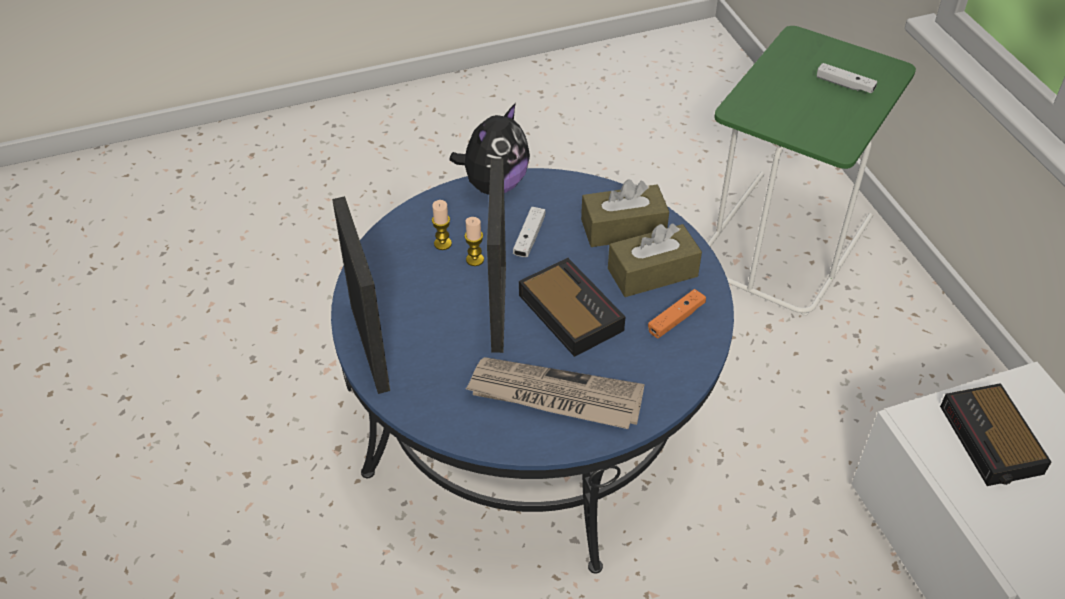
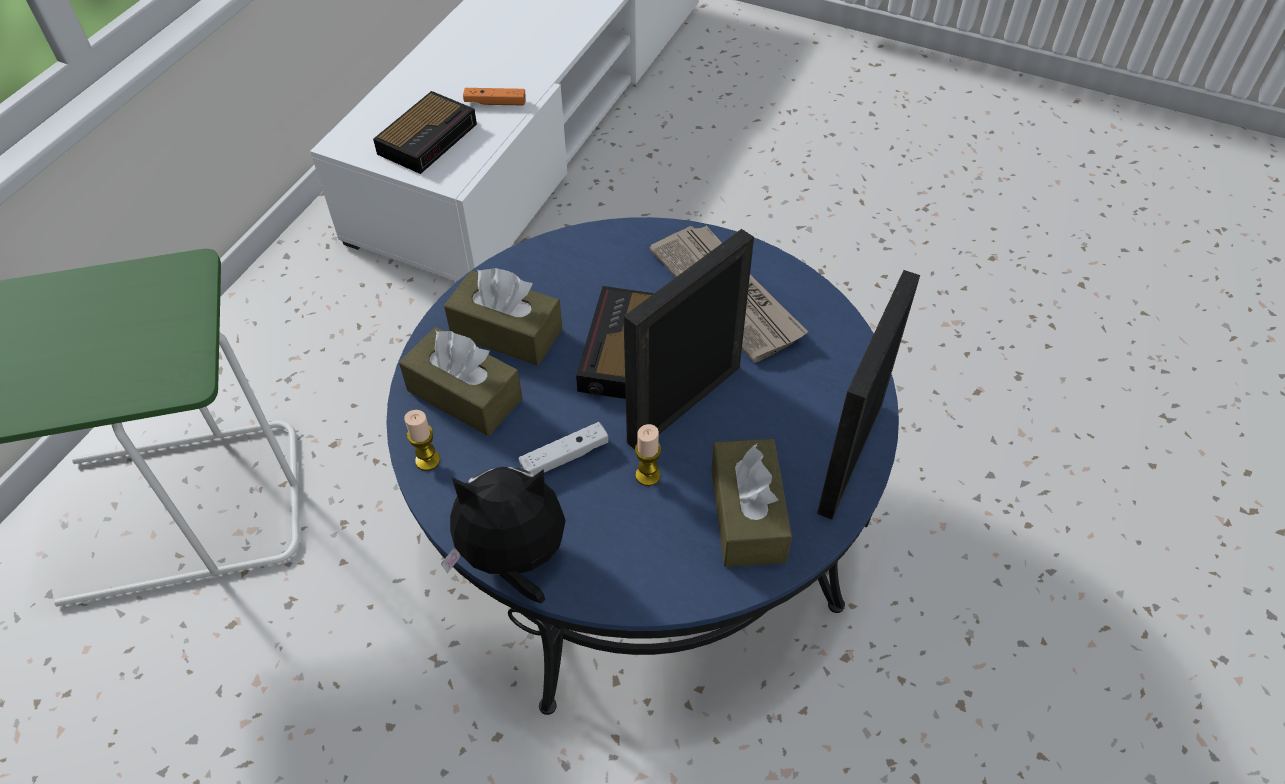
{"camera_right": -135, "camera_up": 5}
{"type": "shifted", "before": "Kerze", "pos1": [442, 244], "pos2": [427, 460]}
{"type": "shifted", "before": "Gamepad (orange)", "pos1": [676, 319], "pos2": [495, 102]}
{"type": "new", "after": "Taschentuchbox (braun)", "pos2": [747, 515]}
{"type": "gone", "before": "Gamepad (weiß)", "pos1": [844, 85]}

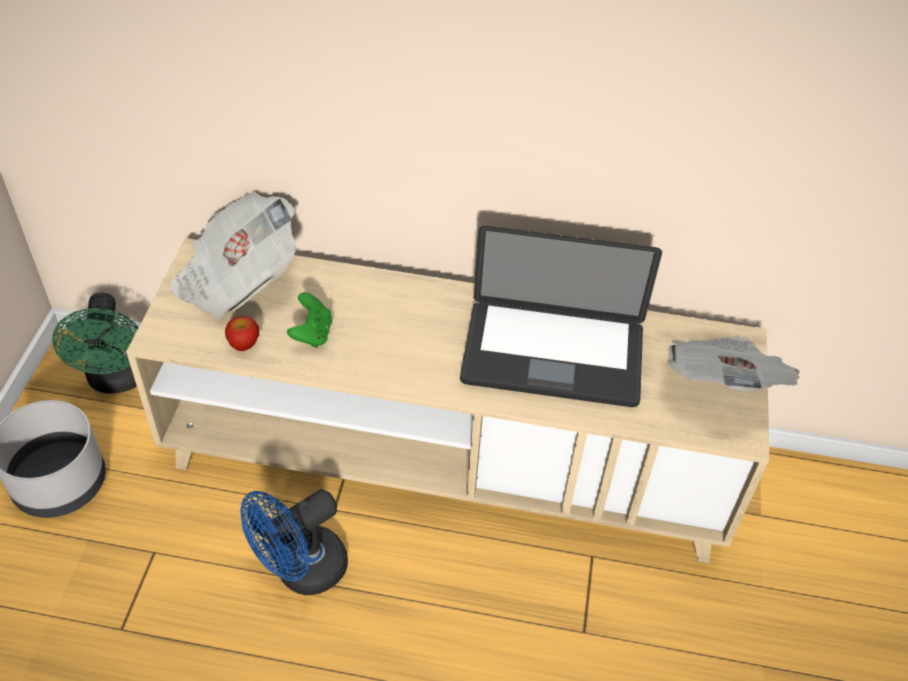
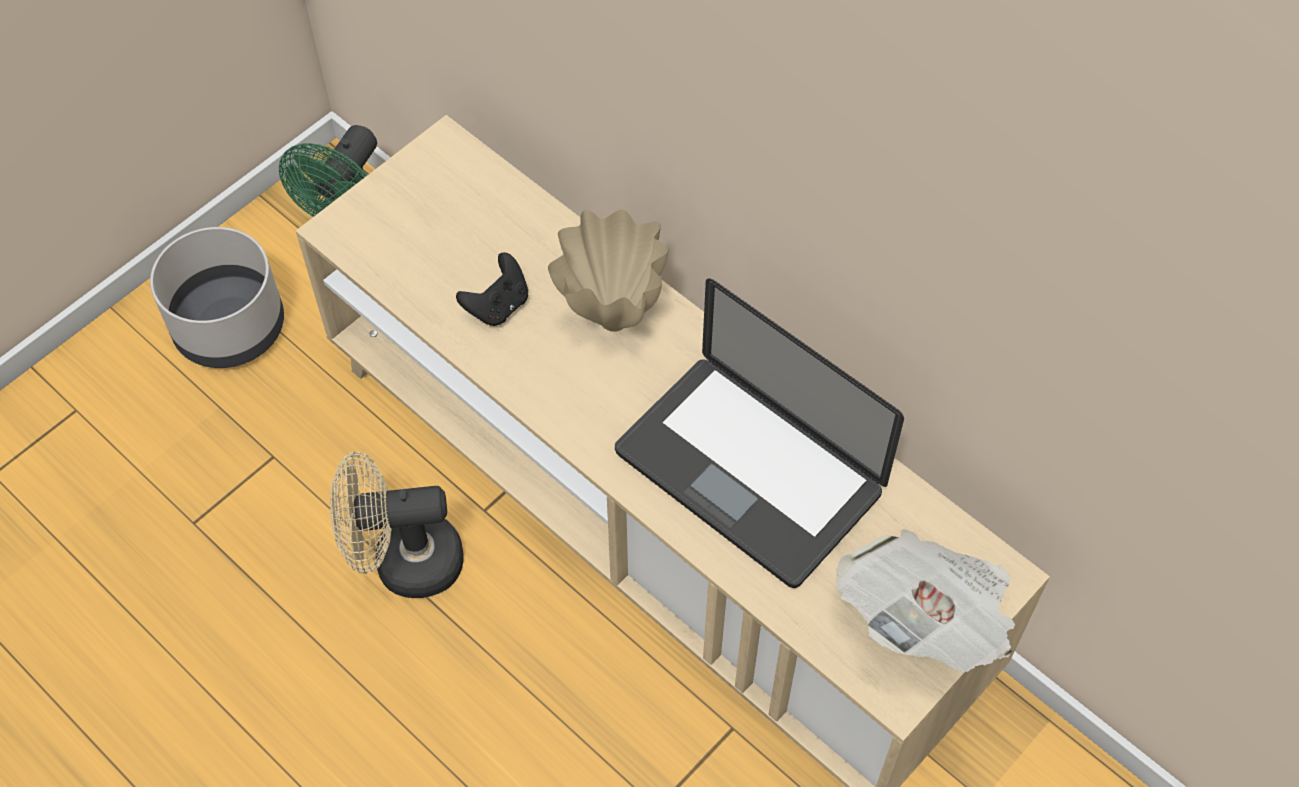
{"camera_right": 35, "camera_up": 10}
{"type": "repainted", "before": "Ventilator (blau)", "after": "Ventilator (beige)", "pos1": [301, 571], "pos2": [403, 562]}
{"type": "repainted", "before": "Gamepad (grün)", "after": "Gamepad (schwarz)", "pos1": [312, 334], "pos2": [498, 306]}
{"type": "new", "after": "Vase (beige)", "pos2": [612, 318]}
{"type": "gone", "before": "Zeitung", "pos1": [236, 280]}
{"type": "gone", "before": "Apfel", "pos1": [244, 344]}

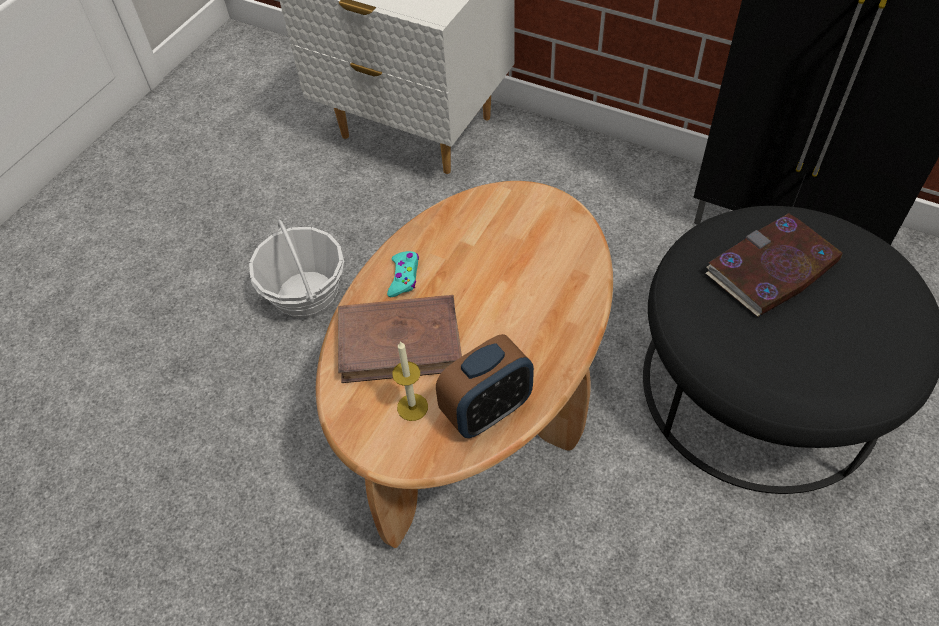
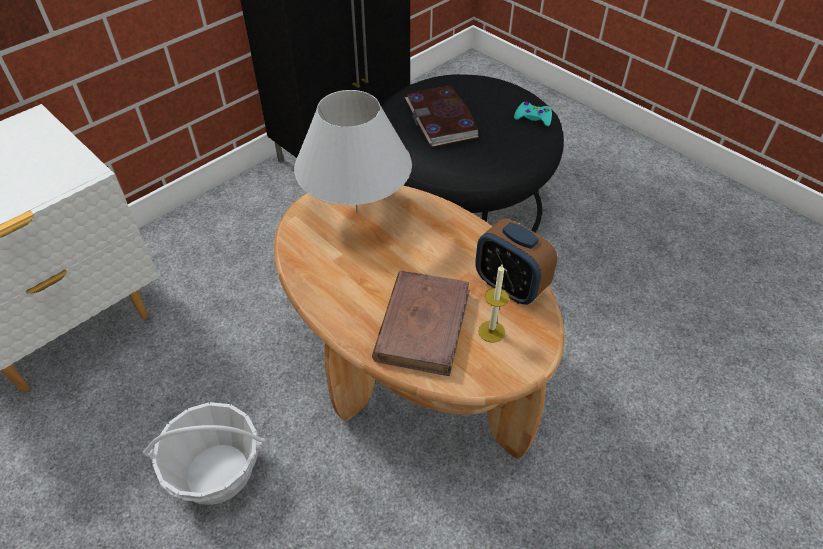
{"camera_right": -75, "camera_up": -5}
{"type": "new", "after": "Tischlampe (weiß)", "pos2": [357, 212]}
{"type": "rotated", "before": "Wecker", "pos1": [487, 410], "pos2": [510, 286], "turn": 150}
{"type": "shifted", "before": "Gamepad (türkis)", "pos1": [404, 277], "pos2": [533, 118]}

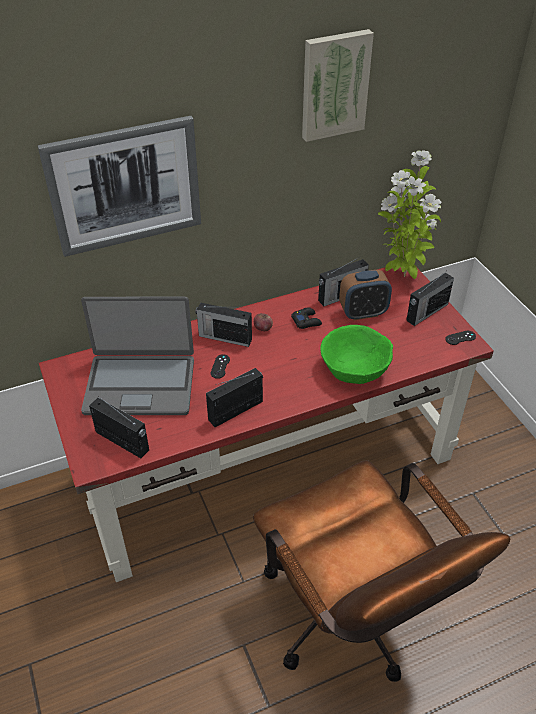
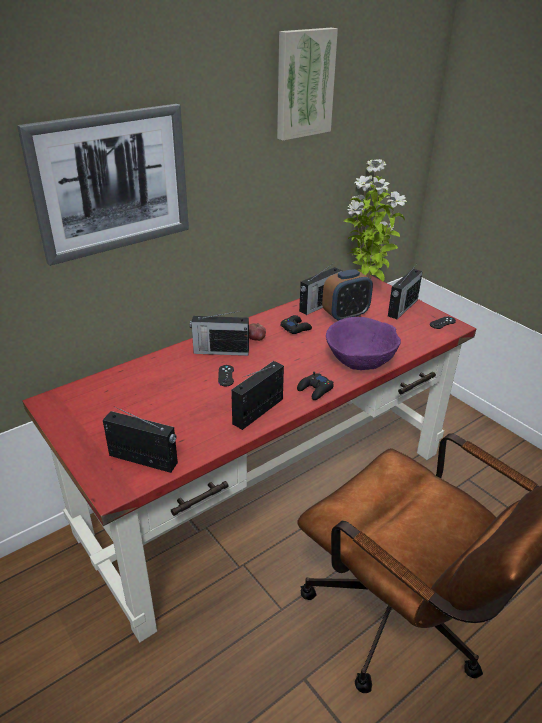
{"camera_right": -15, "camera_up": -10}
{"type": "new", "after": "Gamepad (schwarz)", "pos2": [315, 390]}
{"type": "repainted", "before": "Schüssel (grün)", "after": "Schüssel (lila)", "pos1": [354, 370], "pos2": [360, 360]}
{"type": "gone", "before": "Laptop", "pos1": [140, 385]}

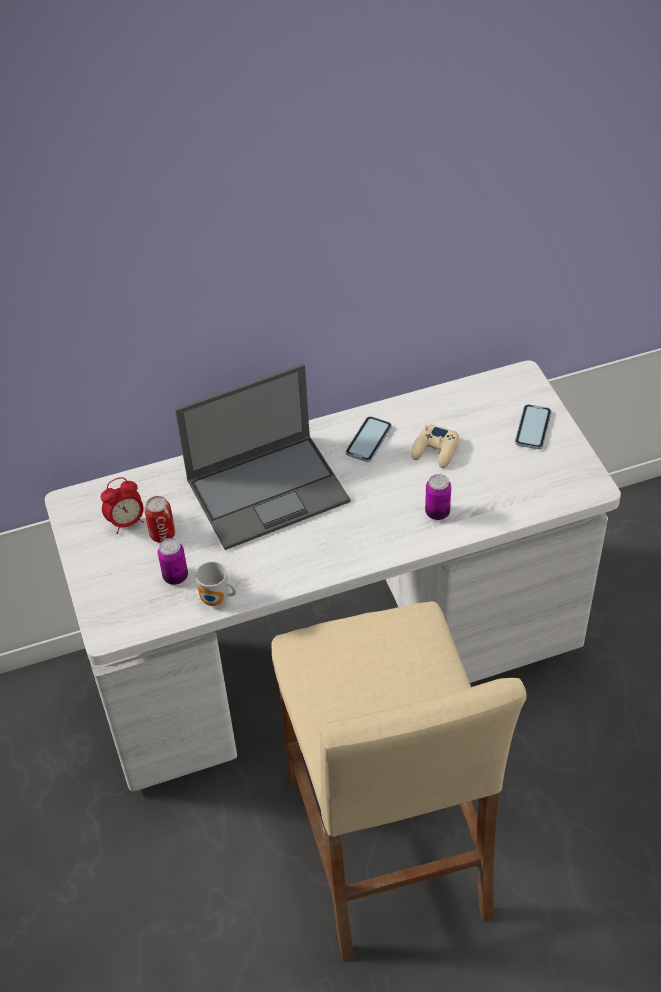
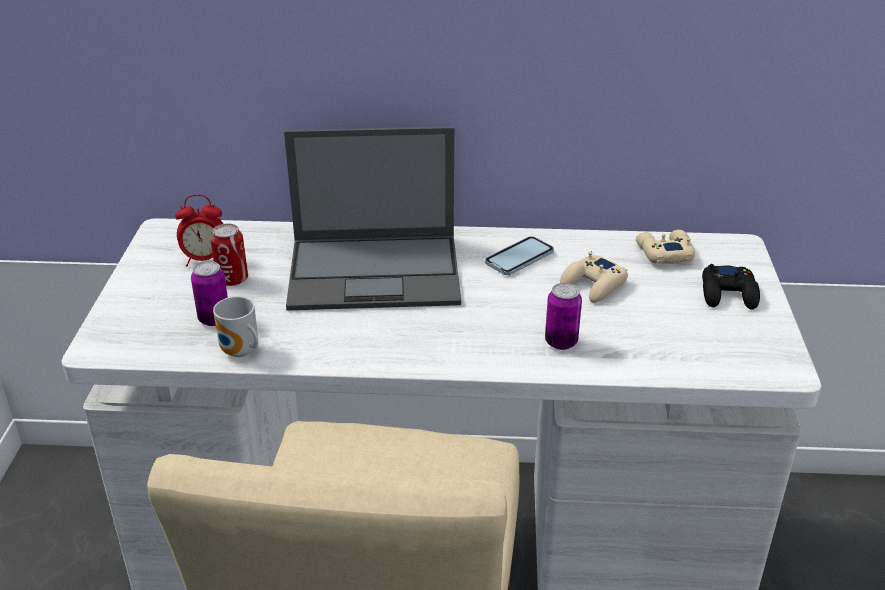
{"camera_right": 20, "camera_up": -15}
{"type": "new", "after": "Gamepad (beige)", "pos2": [664, 253]}
{"type": "swapped", "before": "Handy", "after": "Gamepad (schwarz)", "pos1": [533, 428], "pos2": [728, 294]}

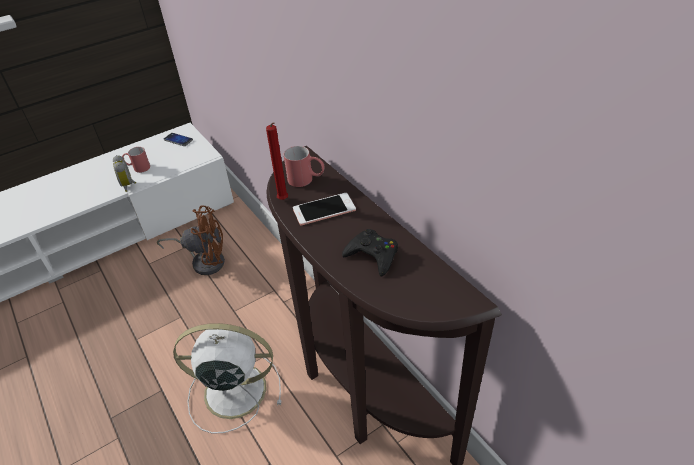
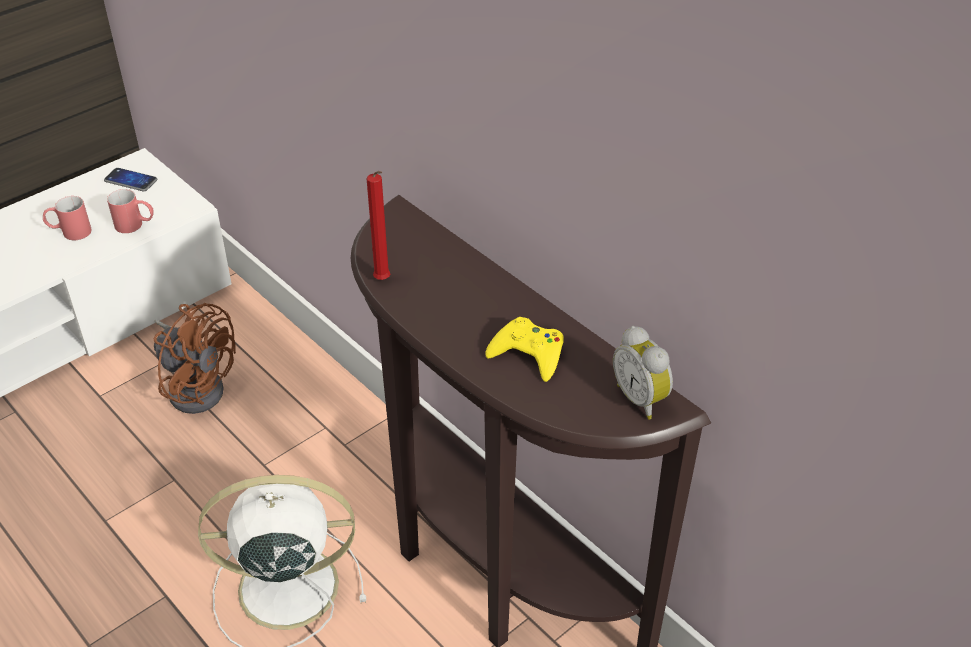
{"camera_right": -10, "camera_up": 0}
{"type": "shifted", "before": "Henkelbecher (rot)", "pos1": [306, 180], "pos2": [135, 225]}
{"type": "rotated", "before": "Ventilator (braun)", "pos1": [204, 261], "pos2": [197, 386], "turn": 45}
{"type": "repainted", "before": "Gamepad (schwarz)", "after": "Gamepad (gelb)", "pos1": [373, 255], "pos2": [528, 354]}
{"type": "shifted", "before": "Wecker", "pos1": [129, 185], "pos2": [642, 398]}
{"type": "gone", "before": "Handy", "pos1": [324, 209]}

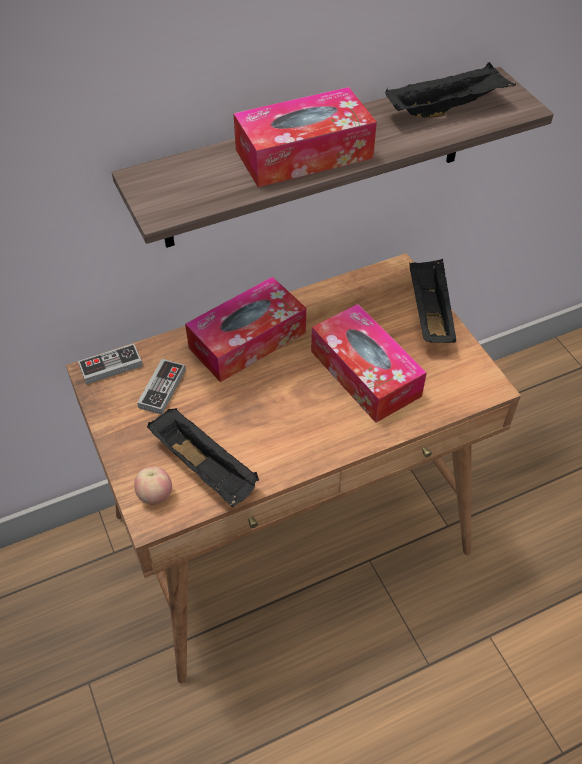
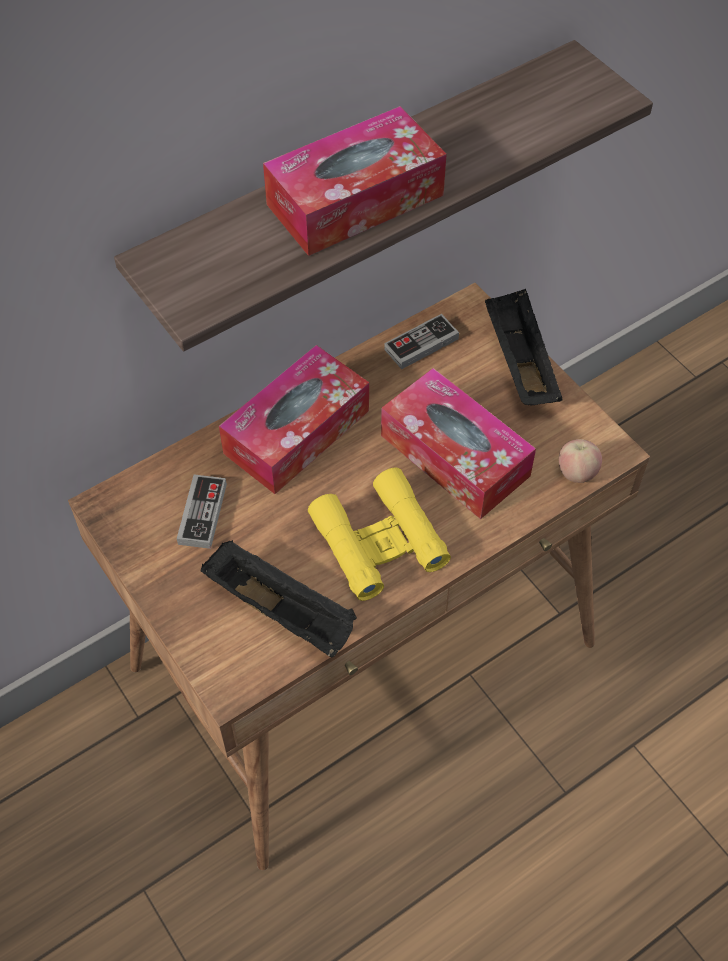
{"camera_right": -10, "camera_up": 5}
{"type": "new", "after": "Fernglas (gelb)", "pos2": [379, 541]}
{"type": "shifted", "before": "Gamepad", "pos1": [111, 366], "pos2": [421, 344]}
{"type": "shifted", "before": "Apfel", "pos1": [155, 495], "pos2": [576, 473]}
{"type": "gone", "before": "Tablett (schwarz)", "pos1": [447, 108]}

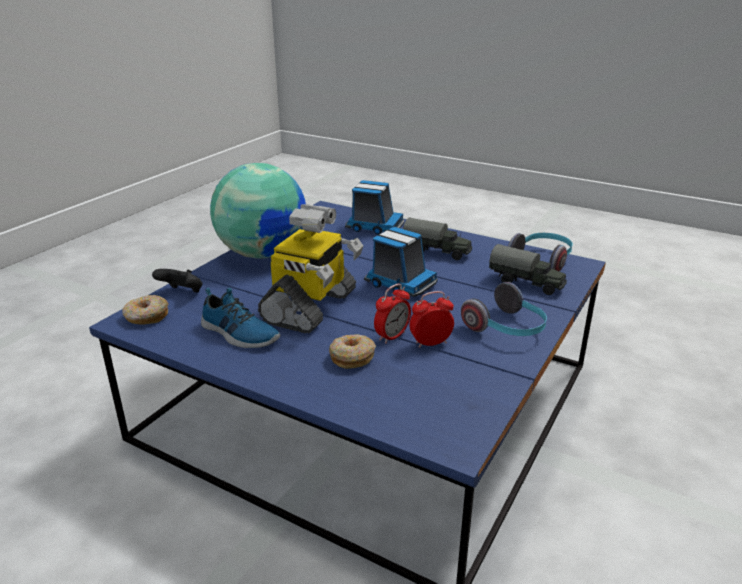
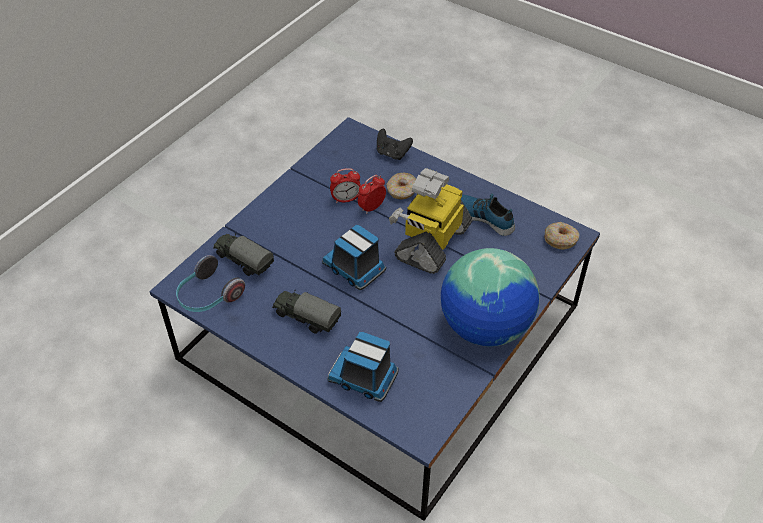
{"camera_right": -175, "camera_up": 20}
{"type": "shifted", "before": "Gamepad (schwarz)", "pos1": [182, 293], "pos2": [392, 153]}
{"type": "gone", "before": "Kopfhörer", "pos1": [507, 328]}

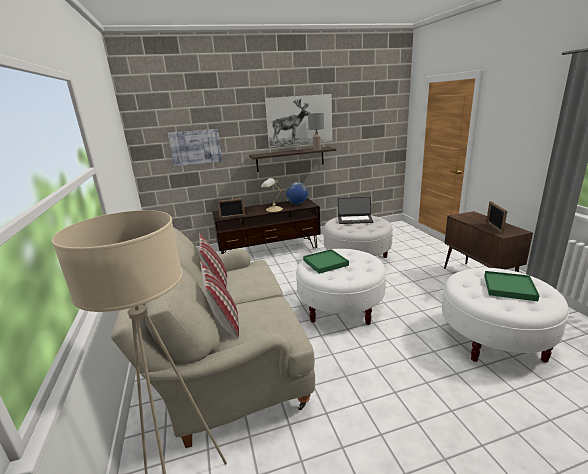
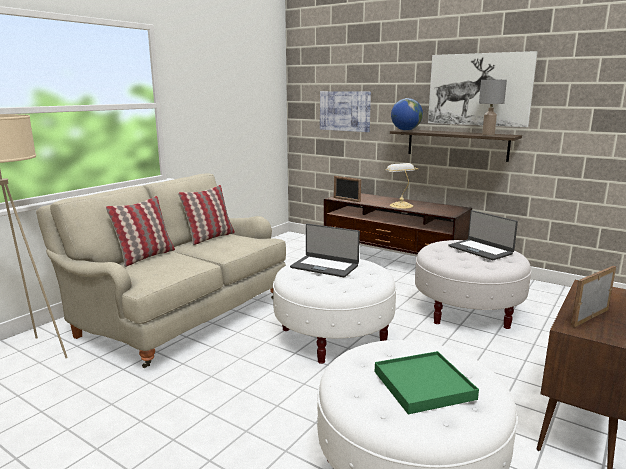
{"camera_right": 50, "camera_up": -5}
{"type": "swapped", "before": "Tablett (grün)", "after": "Laptop", "pos1": [325, 263], "pos2": [325, 266]}
{"type": "shifted", "before": "Globus", "pos1": [297, 203], "pos2": [406, 130]}

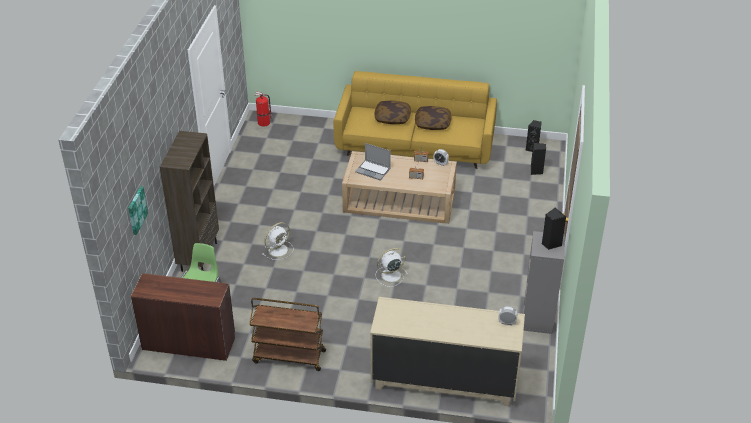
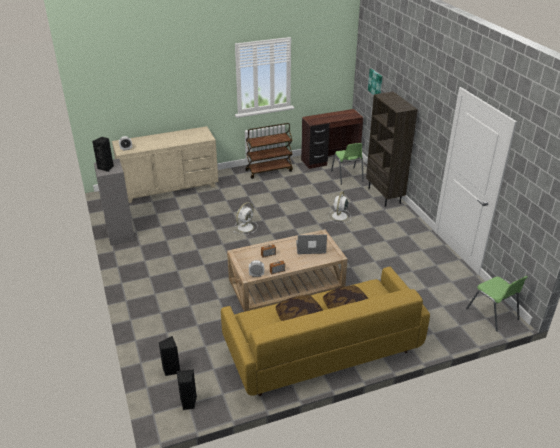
{"camera_right": 150, "camera_up": -5}
{"type": "swapped", "before": "Feuerlöscher", "after": "Stuhl (grün)", "pos1": [264, 123], "pos2": [493, 314]}

